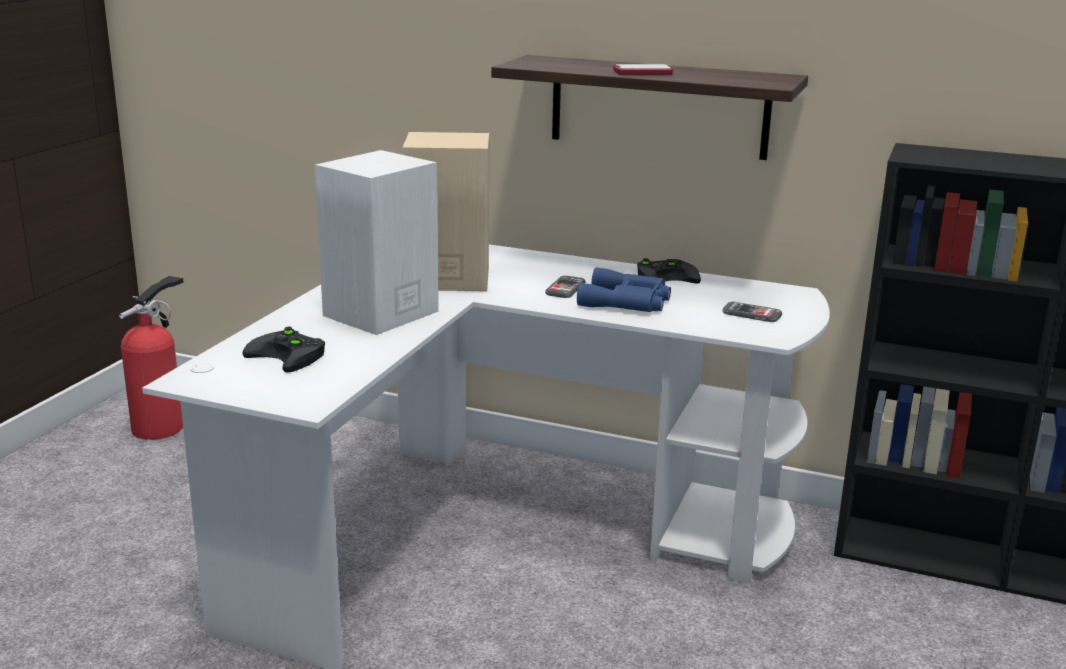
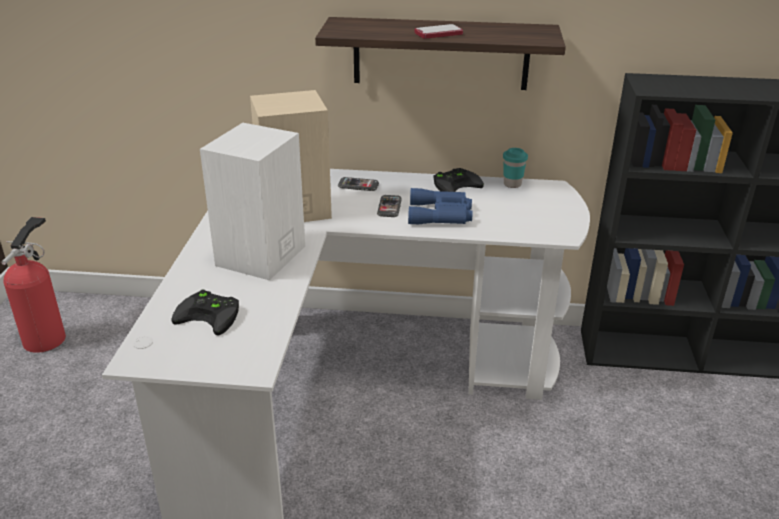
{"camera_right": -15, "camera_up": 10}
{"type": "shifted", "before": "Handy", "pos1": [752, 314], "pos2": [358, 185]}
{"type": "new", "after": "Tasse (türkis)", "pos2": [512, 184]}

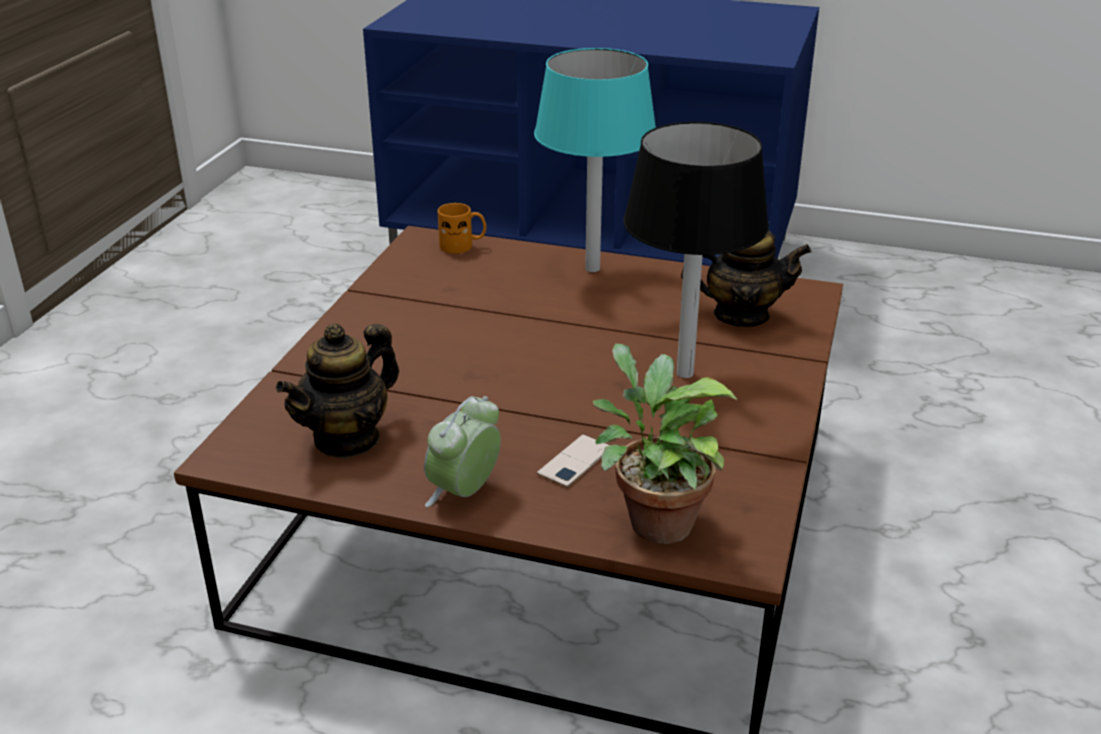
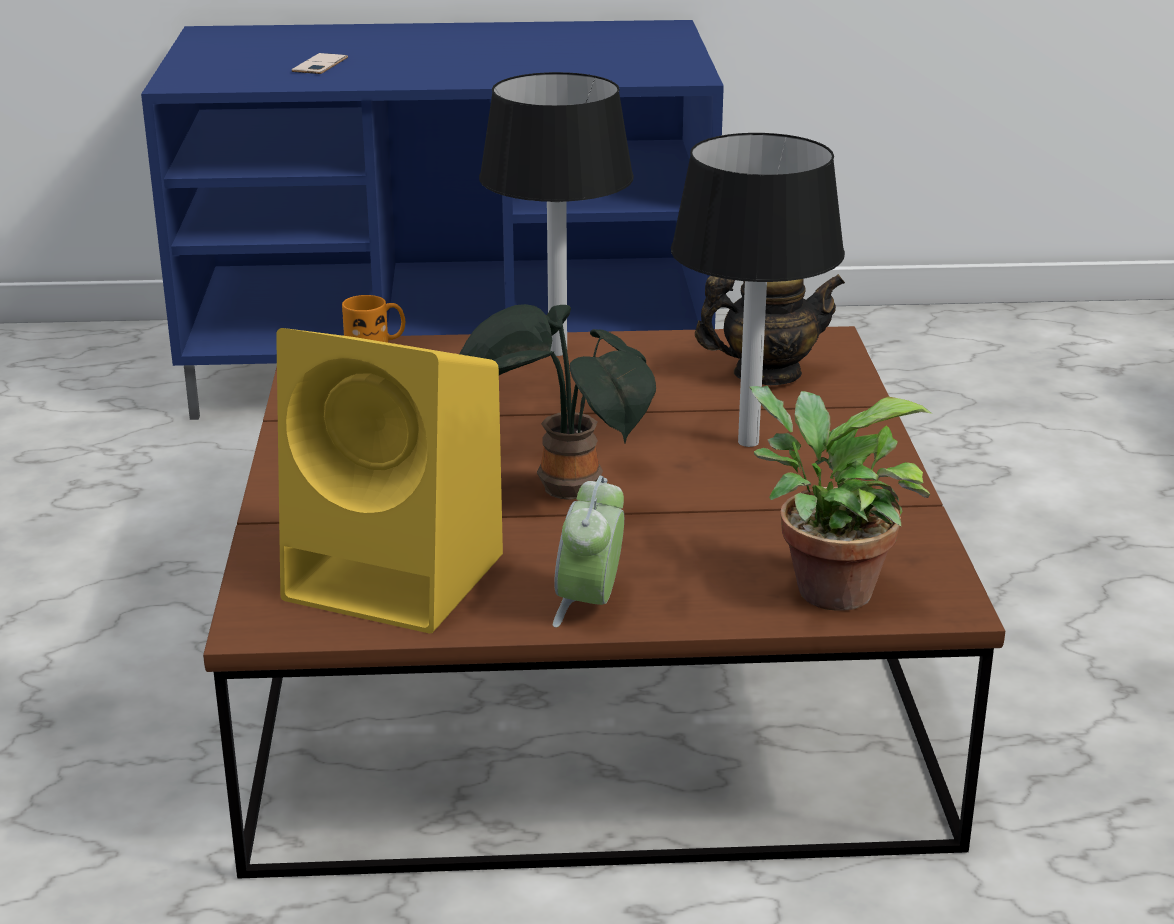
{"camera_right": -20, "camera_up": -5}
{"type": "swapped", "before": "Teekanne", "after": "Lautsprecher (gelb)", "pos1": [347, 438], "pos2": [400, 577]}
{"type": "shifted", "before": "Handy", "pos1": [575, 461], "pos2": [320, 65]}
{"type": "new", "after": "Topfpflanze", "pos2": [561, 490]}
{"type": "repainted", "before": "Tischlampe (türkis)", "after": "Tischlampe (schwarz)", "pos1": [592, 269], "pos2": [557, 352]}

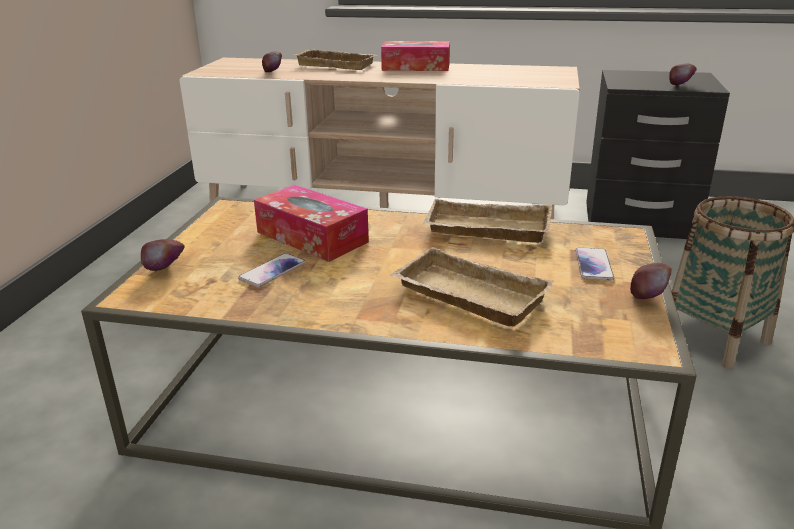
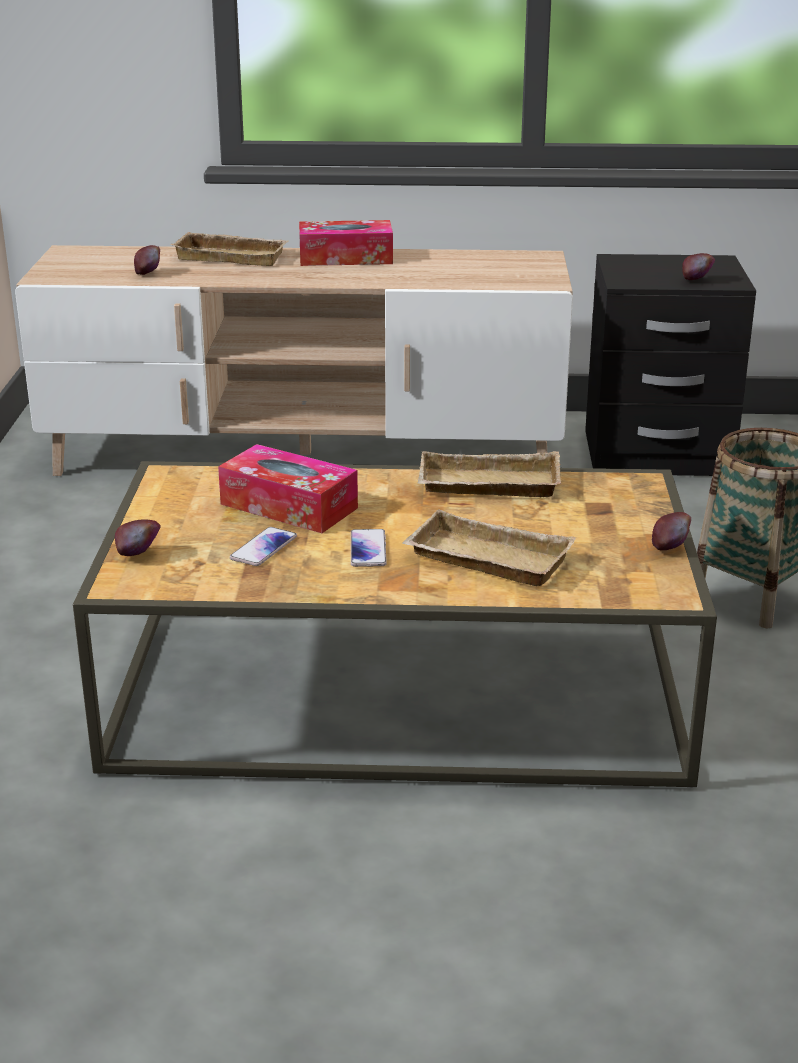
{"camera_right": -10, "camera_up": 0}
{"type": "shifted", "before": "Handy", "pos1": [594, 265], "pos2": [368, 549]}

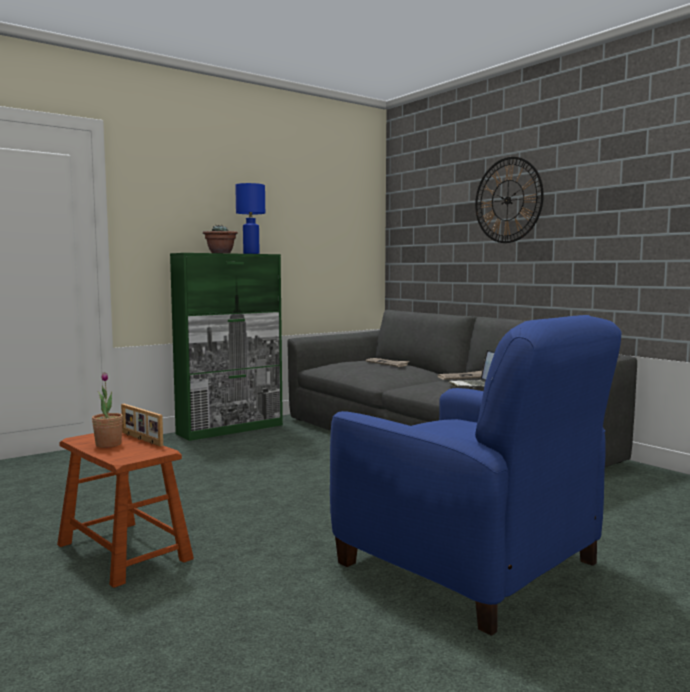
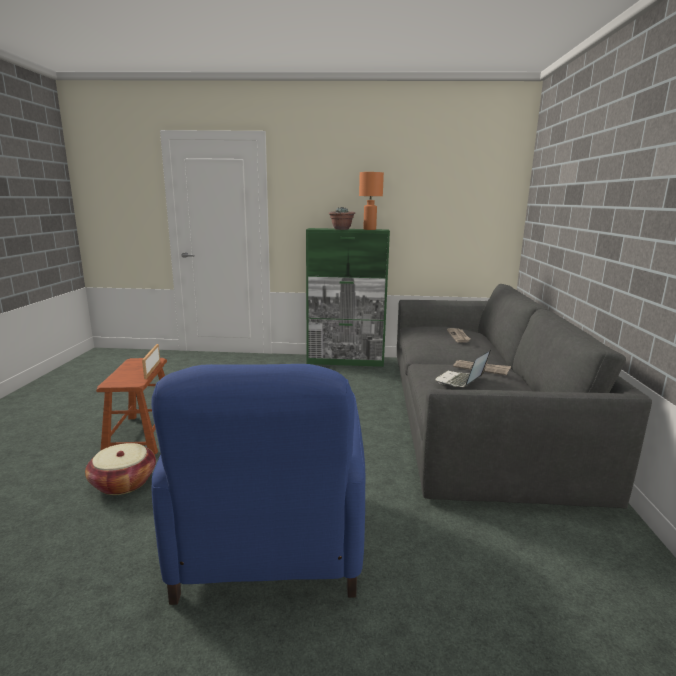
{"camera_right": 40, "camera_up": 10}
{"type": "new", "after": "Korb", "pos2": [123, 482]}
{"type": "repainted", "before": "Tischlampe (blau)", "after": "Tischlampe (orange)", "pos1": [250, 253], "pos2": [369, 229]}
{"type": "gone", "before": "Topfpflanze", "pos1": [108, 444]}
{"type": "gone", "before": "Wanduhr", "pos1": [508, 200]}

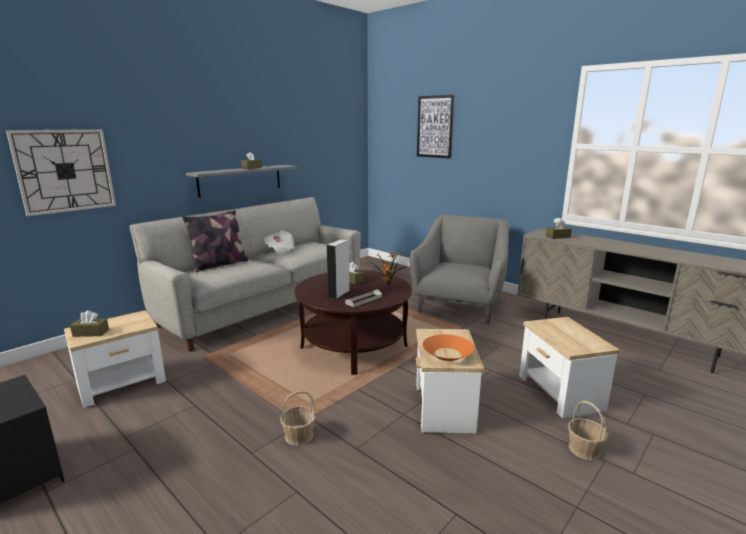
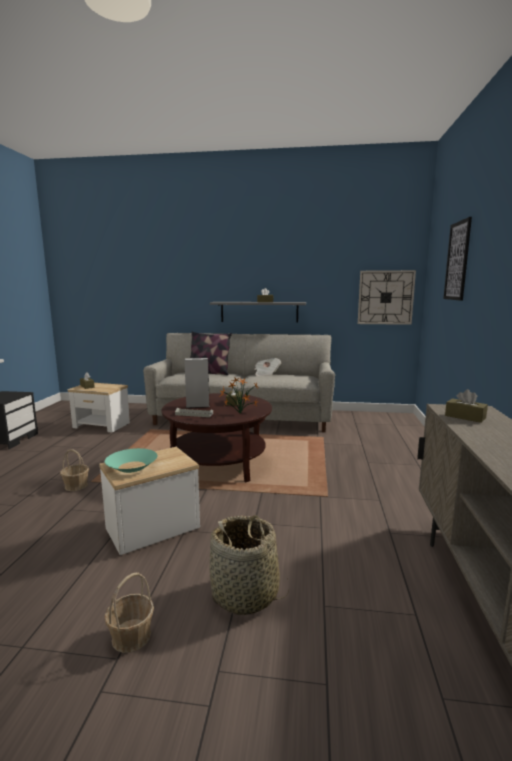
{"camera_right": 55, "camera_up": -5}
{"type": "repainted", "before": "Schüssel (orange)", "after": "Schüssel (türkis)", "pos1": [447, 354], "pos2": [131, 466]}
{"type": "swapped", "before": "Beistelltisch", "after": "Korb", "pos1": [559, 393], "pos2": [245, 594]}
{"type": "shifted", "before": "Wanduhr", "pos1": [65, 171], "pos2": [385, 297]}
{"type": "gone", "before": "Sessel (grau)", "pos1": [460, 304]}

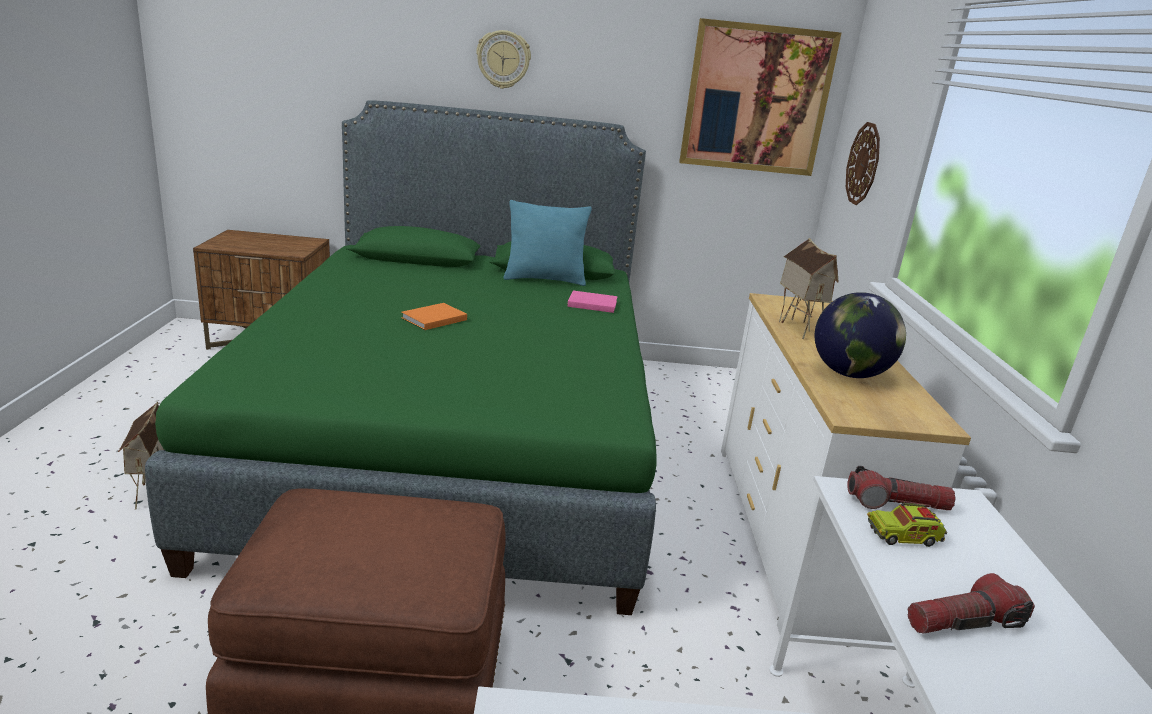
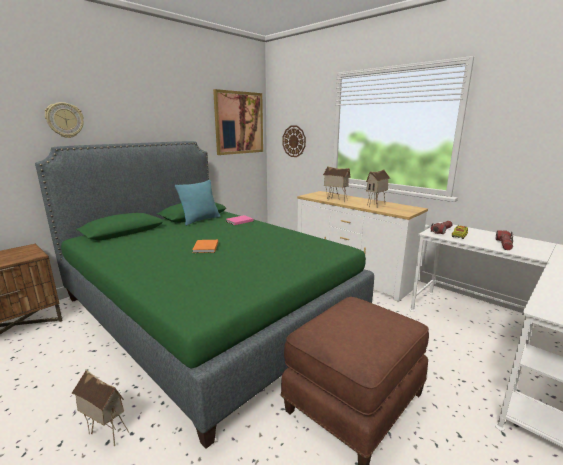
{"camera_right": -45, "camera_up": -5}
{"type": "shifted", "before": "Wanduhr", "pos1": [503, 59], "pos2": [65, 120]}
{"type": "swapped", "before": "Globus", "after": "Spielzeughaus", "pos1": [849, 374], "pos2": [376, 205]}

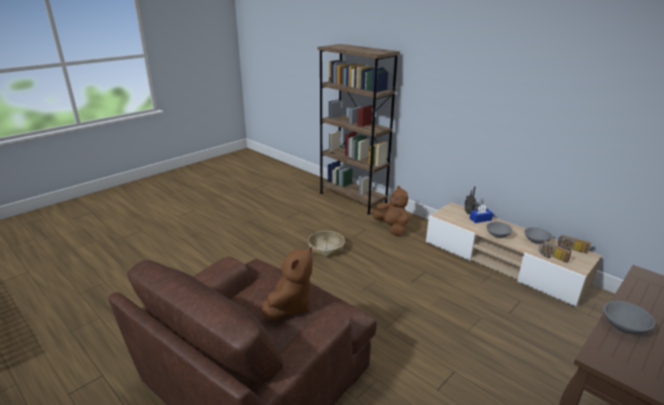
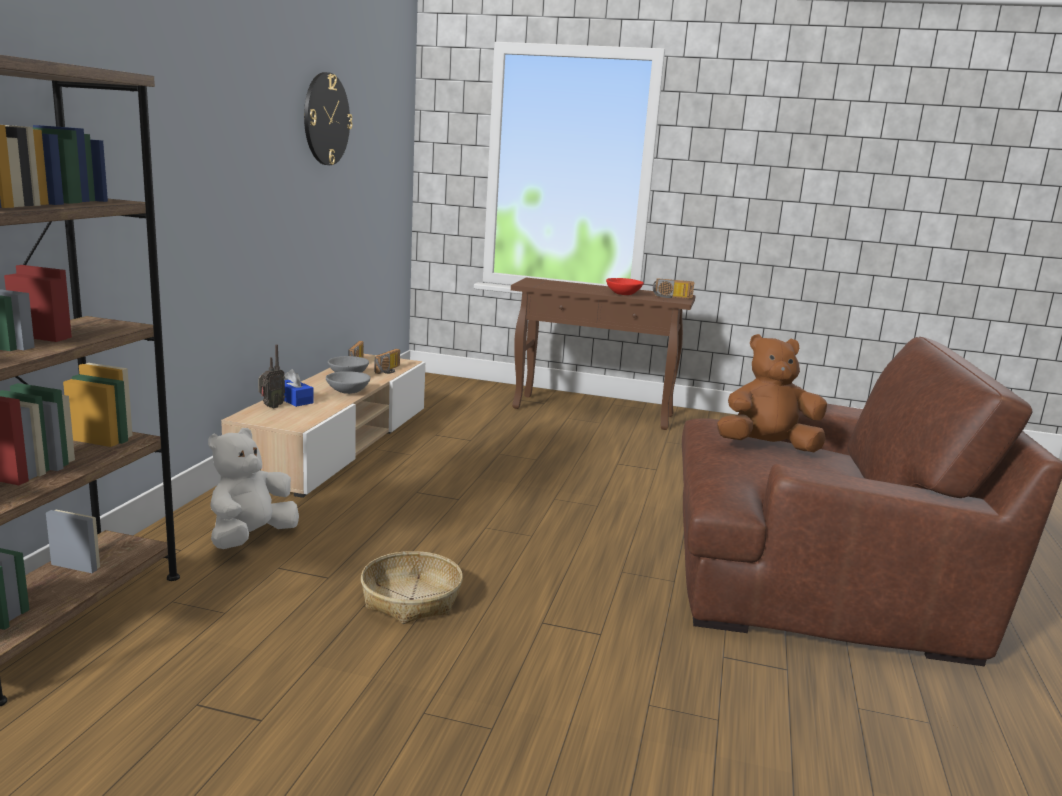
{"camera_right": -120, "camera_up": -10}
{"type": "repainted", "before": "Plüschtier (braun)", "after": "Plüschtier (weiß)", "pos1": [391, 227], "pos2": [251, 538]}
{"type": "new", "after": "Wanduhr", "pos2": [326, 119]}
{"type": "repainted", "before": "Schüssel (grau)", "after": "Schüssel (rot)", "pos1": [624, 327], "pos2": [623, 294]}
{"type": "new", "after": "Radio", "pos2": [672, 297]}

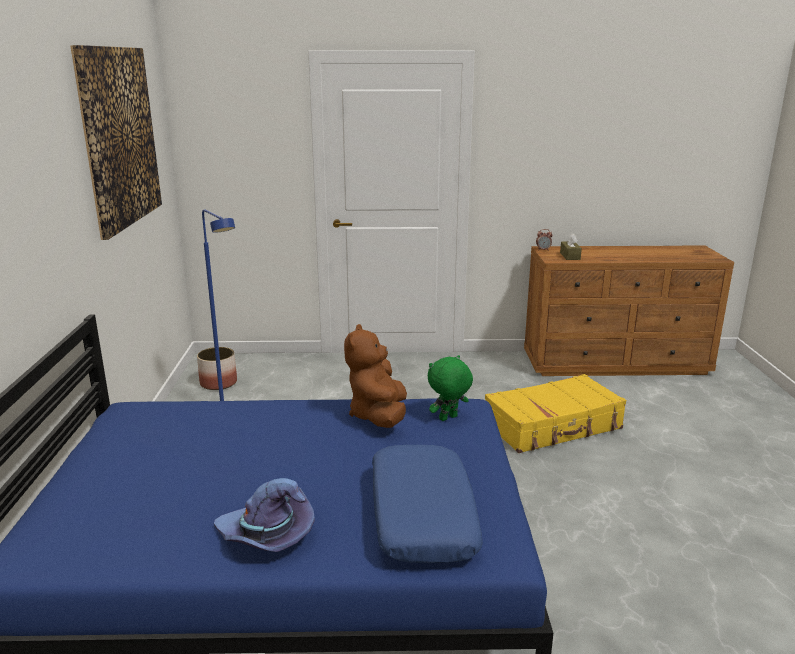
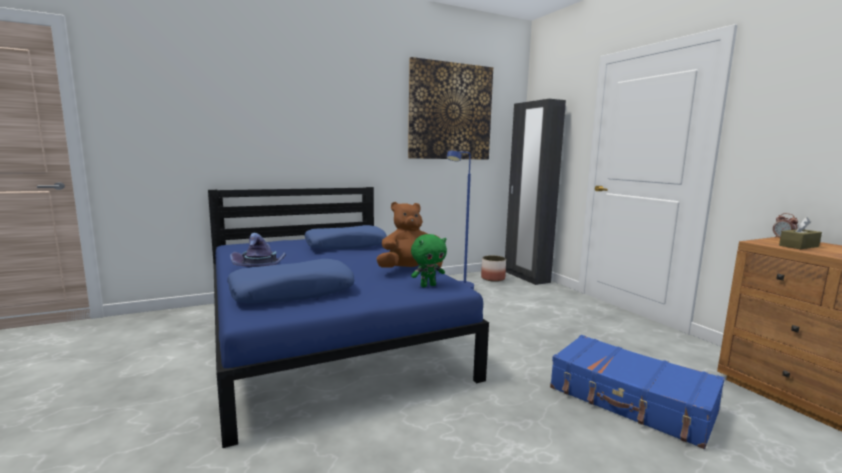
{"camera_right": 65, "camera_up": -10}
{"type": "new", "after": "Kissen (blau)", "pos2": [346, 246]}
{"type": "rotated", "before": "Plüschtier (grün)", "pos1": [448, 418], "pos2": [428, 285], "turn": 120}
{"type": "new", "after": "Kleiderschrank (schwarz)", "pos2": [526, 277]}
{"type": "repainted", "before": "Koffer (gelb)", "after": "Koffer (blau)", "pos1": [553, 426], "pos2": [630, 400]}

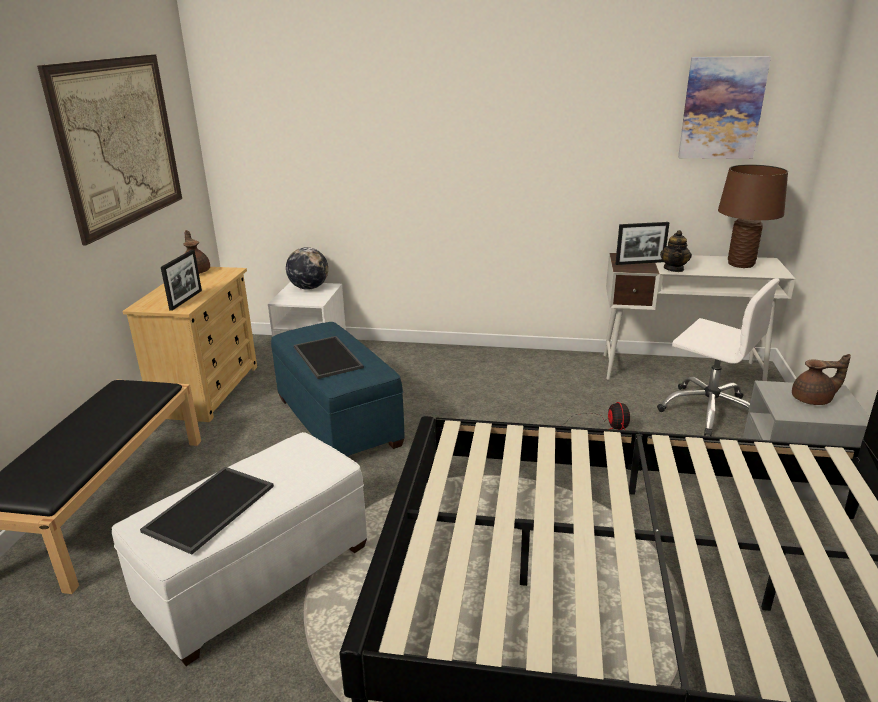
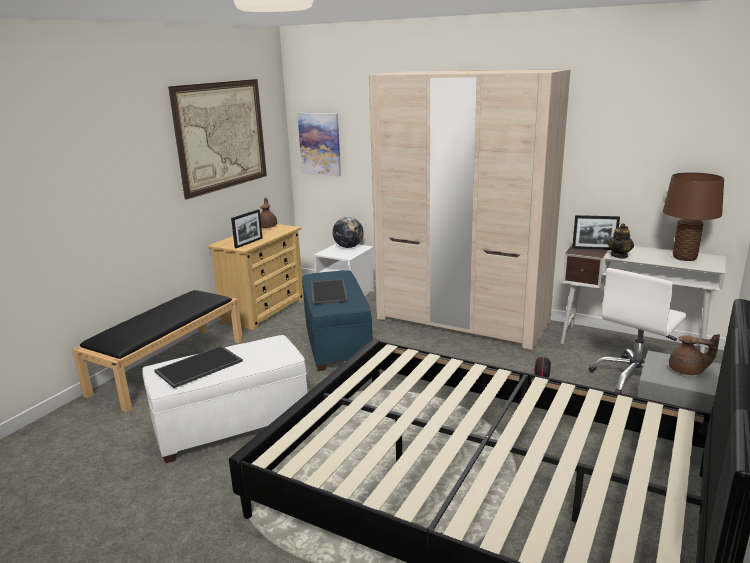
{"camera_right": 20, "camera_up": -5}
{"type": "shifted", "before": "Bild", "pos1": [722, 108], "pos2": [320, 144]}
{"type": "new", "after": "Kleiderschrank (beige)", "pos2": [461, 321]}
{"type": "rotated", "before": "Bürostuhl (weiß)", "pos1": [709, 411], "pos2": [634, 379], "turn": 75}

